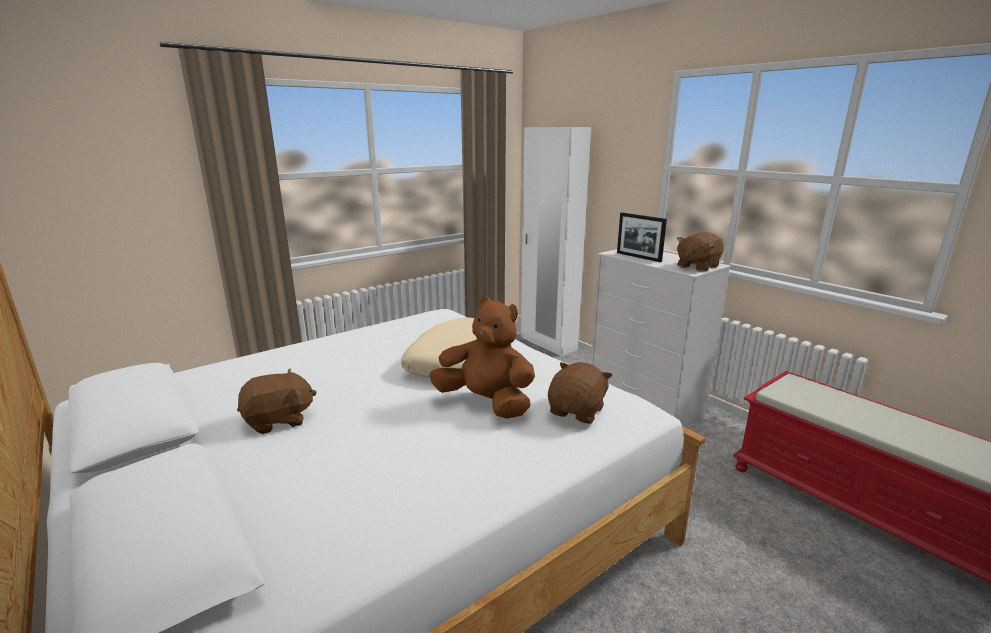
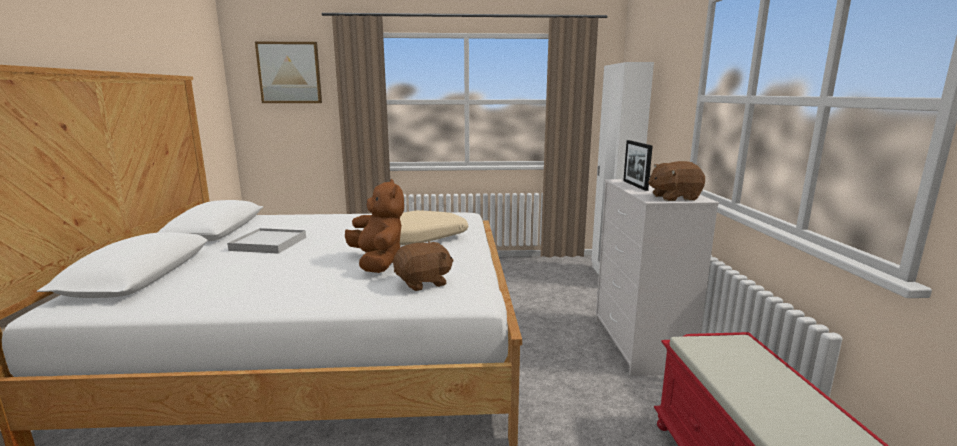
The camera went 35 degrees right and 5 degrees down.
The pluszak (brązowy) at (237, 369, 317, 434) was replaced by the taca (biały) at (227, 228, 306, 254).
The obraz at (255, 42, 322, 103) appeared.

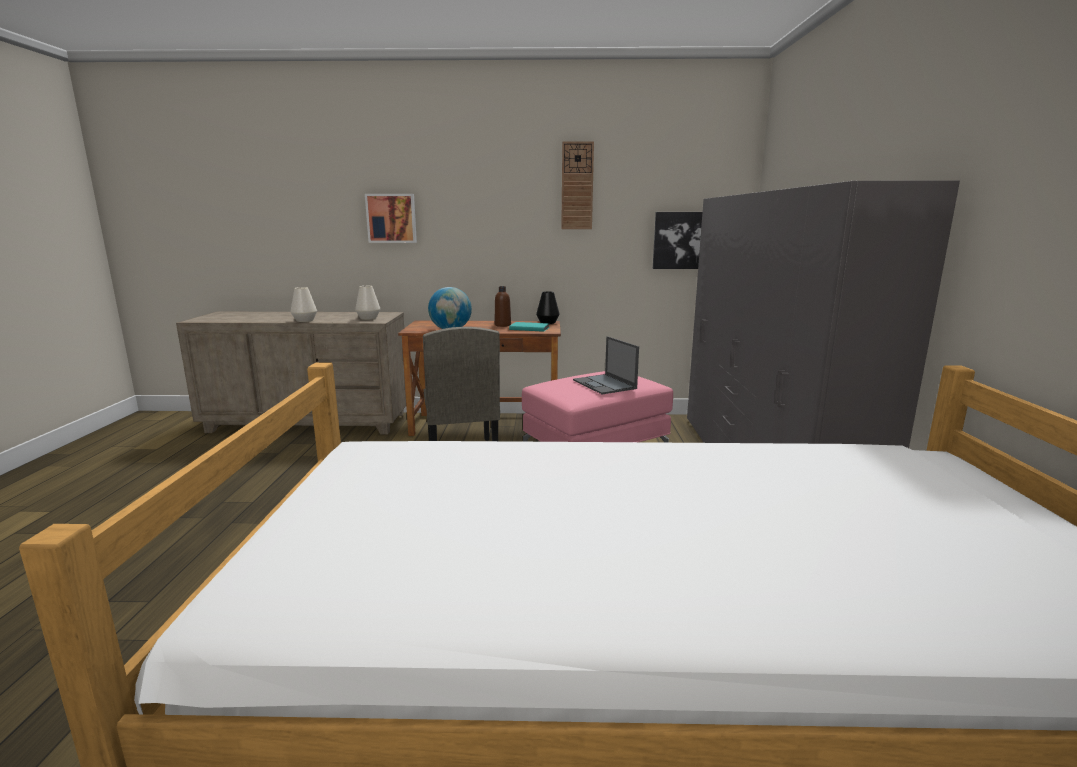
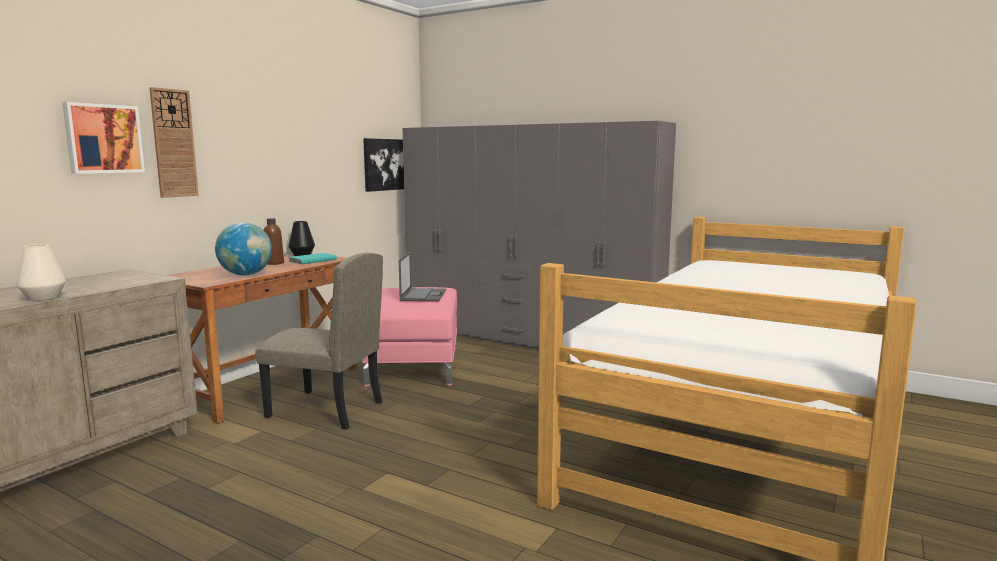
The camera went 60 degrees left and 5 degrees down.
The zegar ścienny moved from (561, 141, 594, 229) to (149, 87, 199, 198).
The wazon (biały) at (355, 286, 380, 320) disappeared.
The laptop at (573, 336, 639, 394) turned 90 degrees counterclockwise.

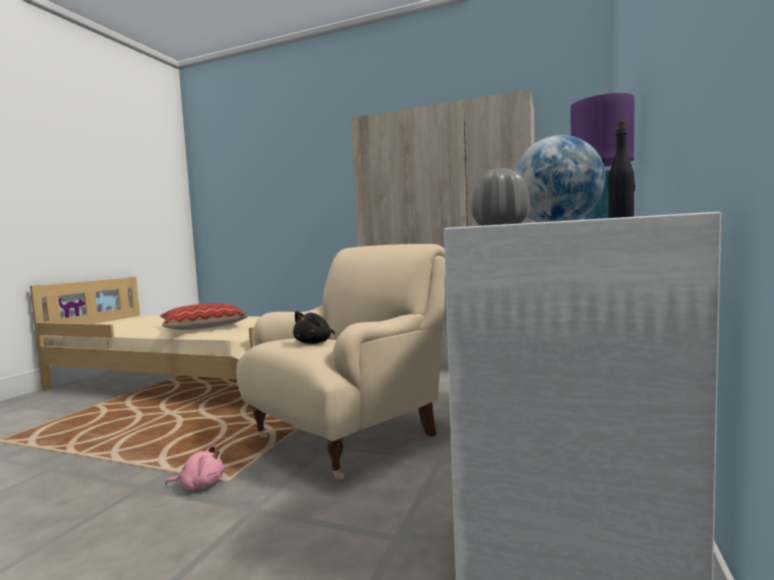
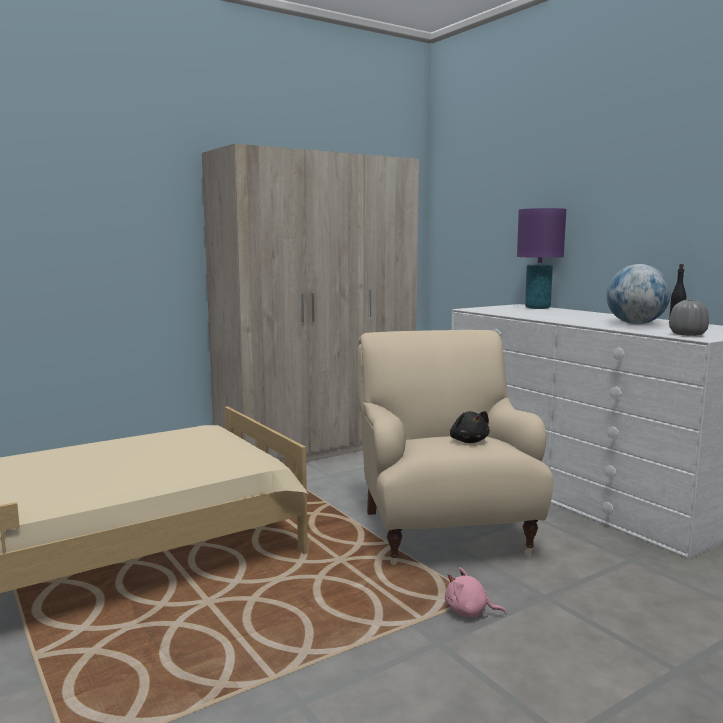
The camera went 55 degrees left and 5 degrees up.
The poduszka at (160, 303, 248, 330) disappeared.
The pluszak (różowy) at (165, 444, 224, 490) turned 105 degrees counterclockwise.

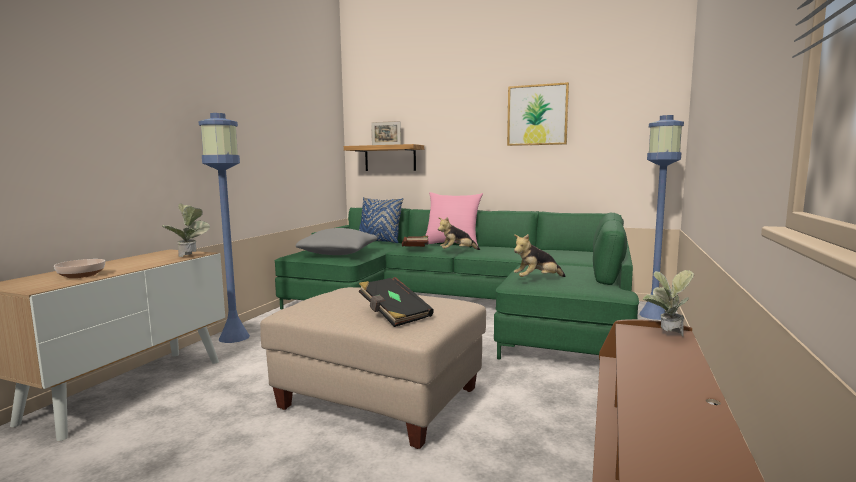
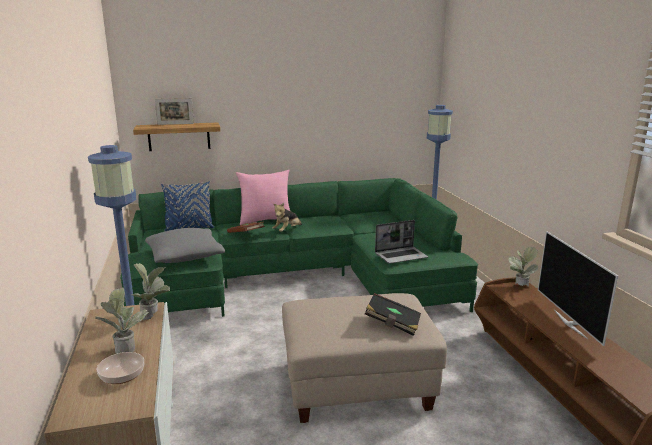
The camera went 35 degrees left and 10 degrees up.
The obraz at (507, 82, 569, 146) disappeared.
The pluszak at (514, 234, 566, 277) was replaced by the laptop at (375, 220, 428, 264).
The telewizor at (538, 231, 618, 346) appeared.
The roślina doniczkowa at (95, 288, 149, 354) appeared.

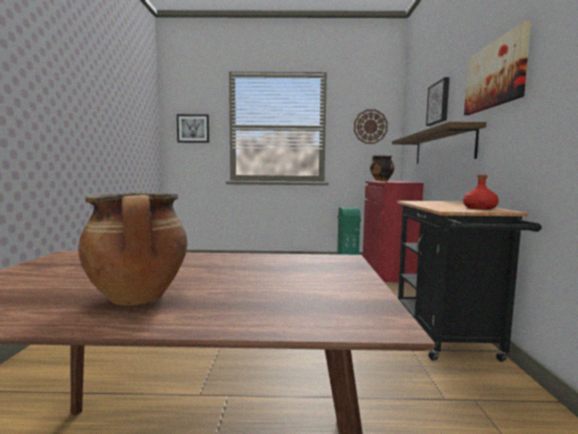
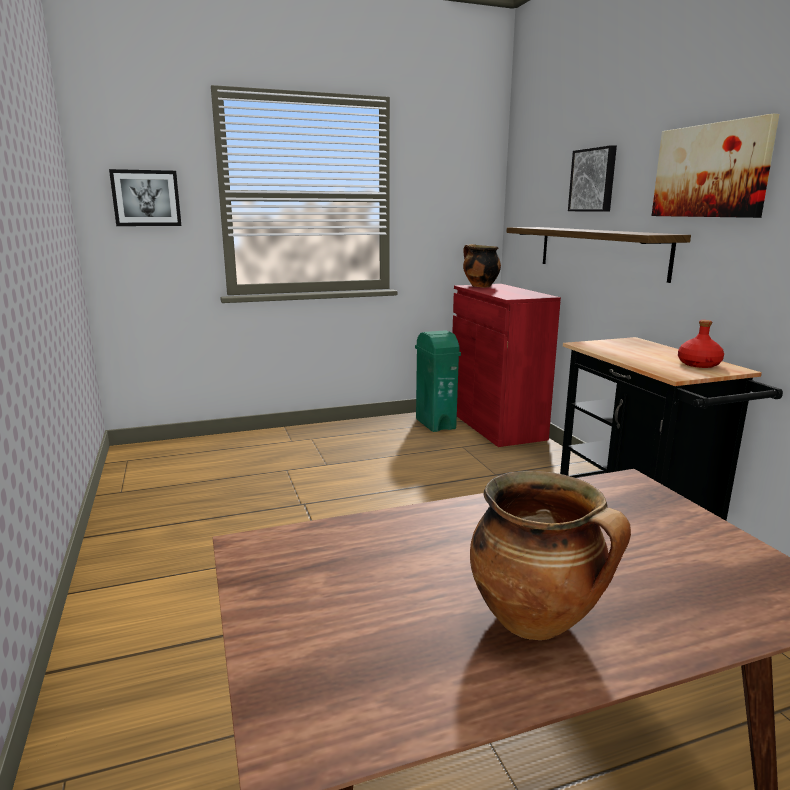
The camera went 20 degrees left and 10 degrees up.
The zegar ścienny at (354, 109, 388, 144) disappeared.

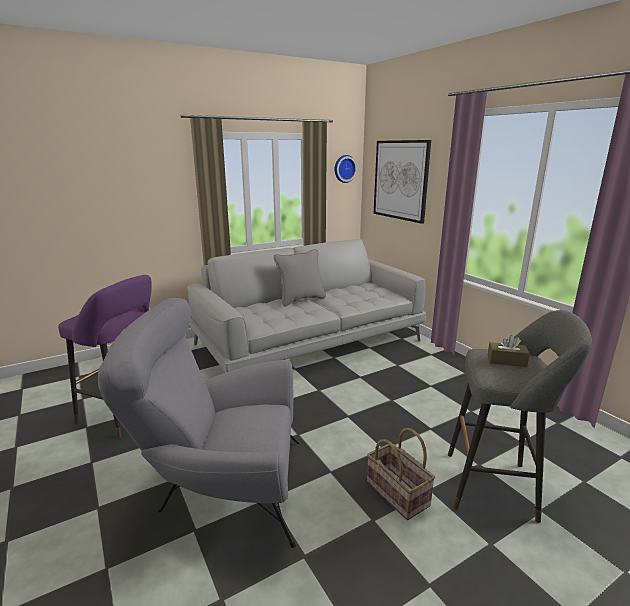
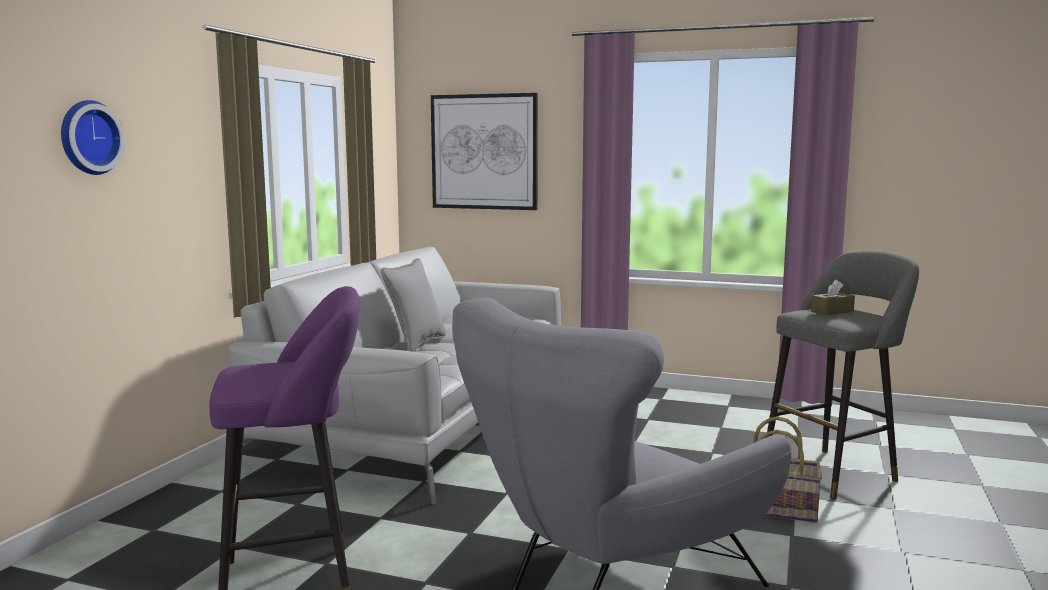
The camera went 40 degrees left and 10 degrees down.
The zegar ścienny moved from (335, 155, 357, 183) to (61, 100, 125, 175).

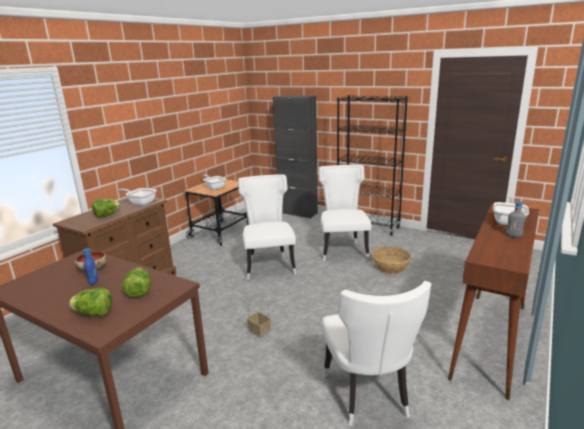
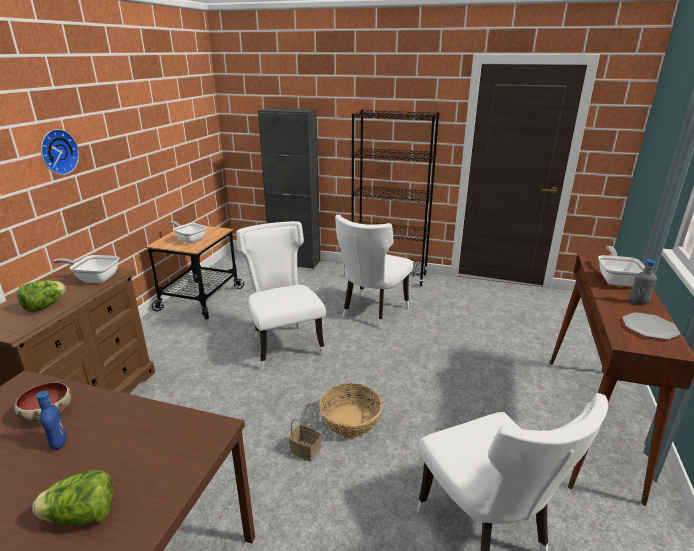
The camera went 15 degrees left and 5 degrees up.
The krzesło (biały) at (319, 165, 371, 261) turned 135 degrees counterclockwise.
The koszyk moved from (372, 247, 411, 274) to (319, 383, 383, 438).
The sałata at (122, 268, 151, 298) disappeared.
The zegar ścienny at (41, 129, 79, 175) appeared.
The talerz at (622, 312, 680, 340) appeared.

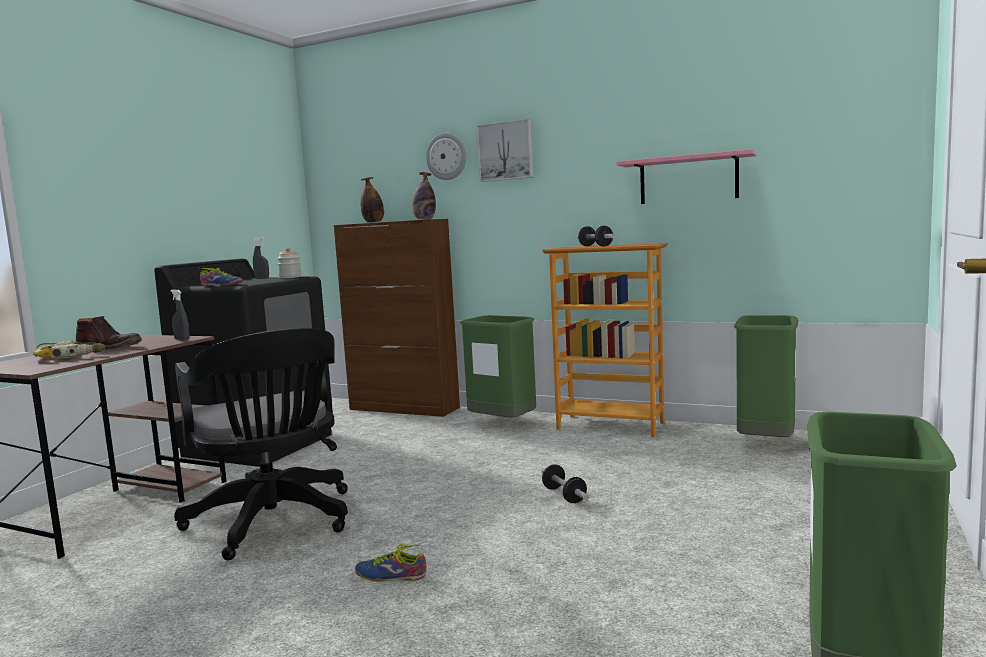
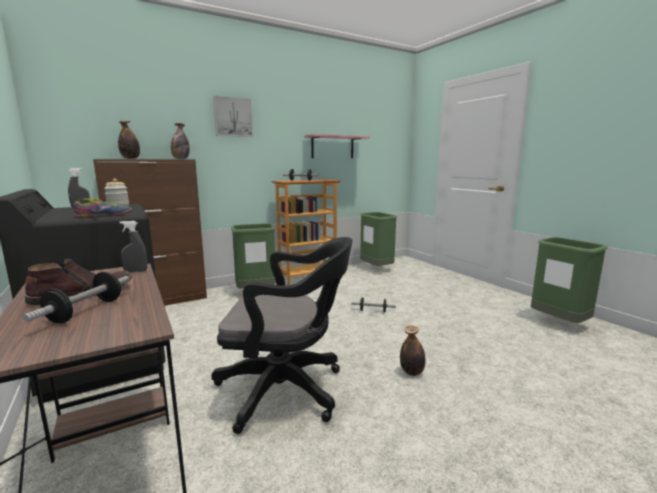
The camera went 55 degrees left and 5 degrees up.
The zegar ścienny at (426, 133, 467, 180) disappeared.
The wiertarka at (33, 340, 106, 359) was replaced by the hantel at (23, 272, 129, 323).
The but at (355, 544, 426, 582) was replaced by the butelka at (400, 326, 426, 376).

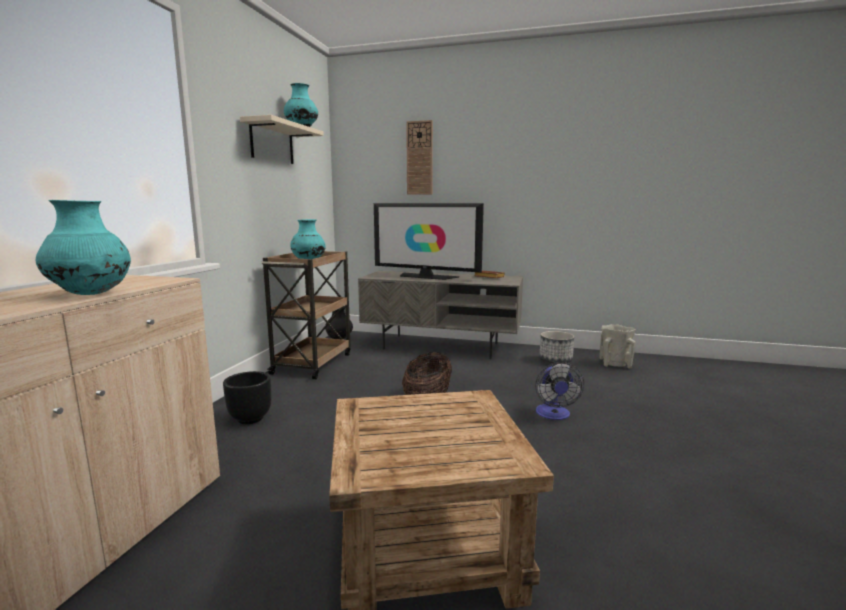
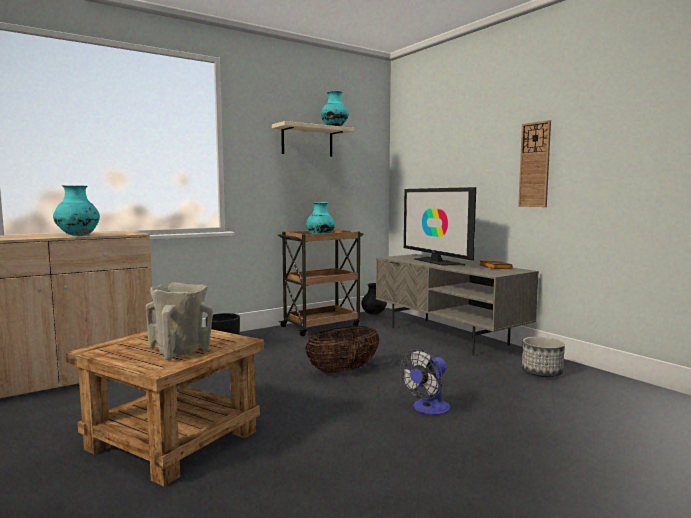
The camera went 40 degrees right and 5 degrees down.
The zegar ścienny moved from (406, 120, 433, 195) to (518, 120, 551, 207).
The wazon (beżowy) moved from (599, 324, 636, 369) to (146, 282, 213, 360).

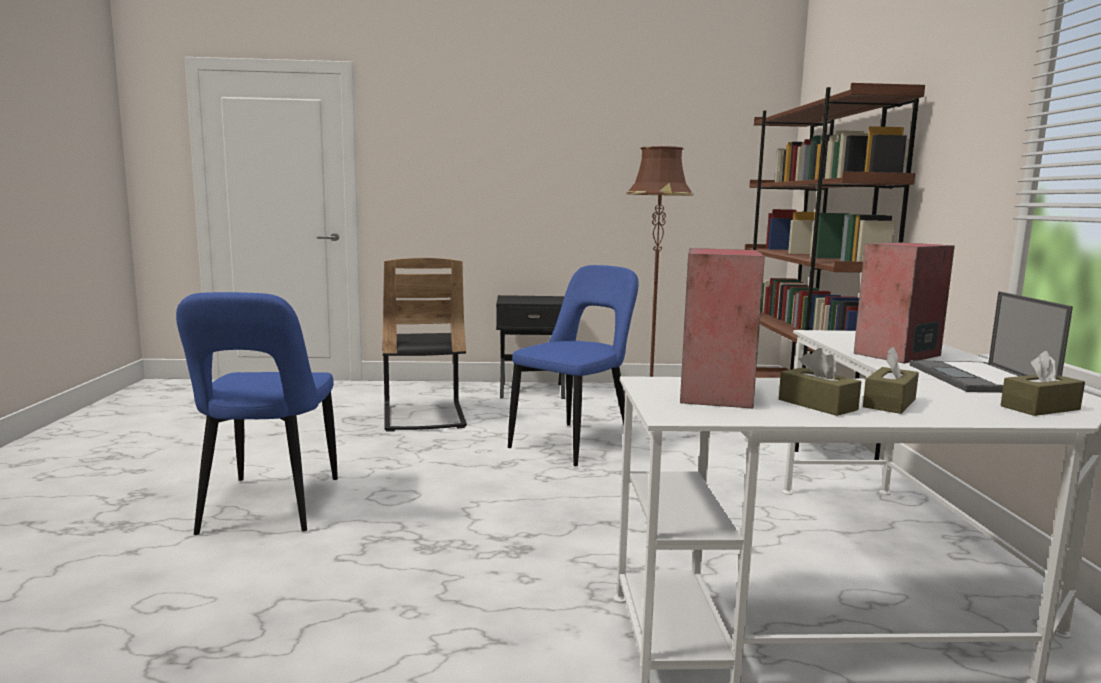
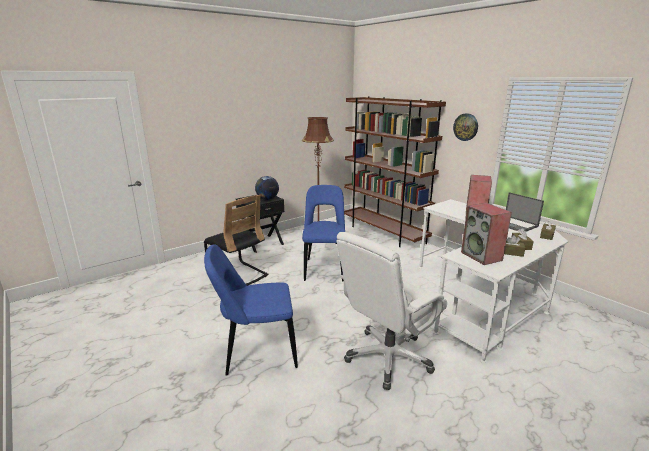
The camera went 35 degrees left and 10 degrees up.
The krzesło (niebieski) at (176, 292, 338, 535) turned 120 degrees clockwise.
The zegar ścienny at (453, 113, 478, 141) appeared.
The globus at (255, 176, 279, 200) appeared.
The krzesło biurowe (biały) at (337, 232, 447, 390) appeared.

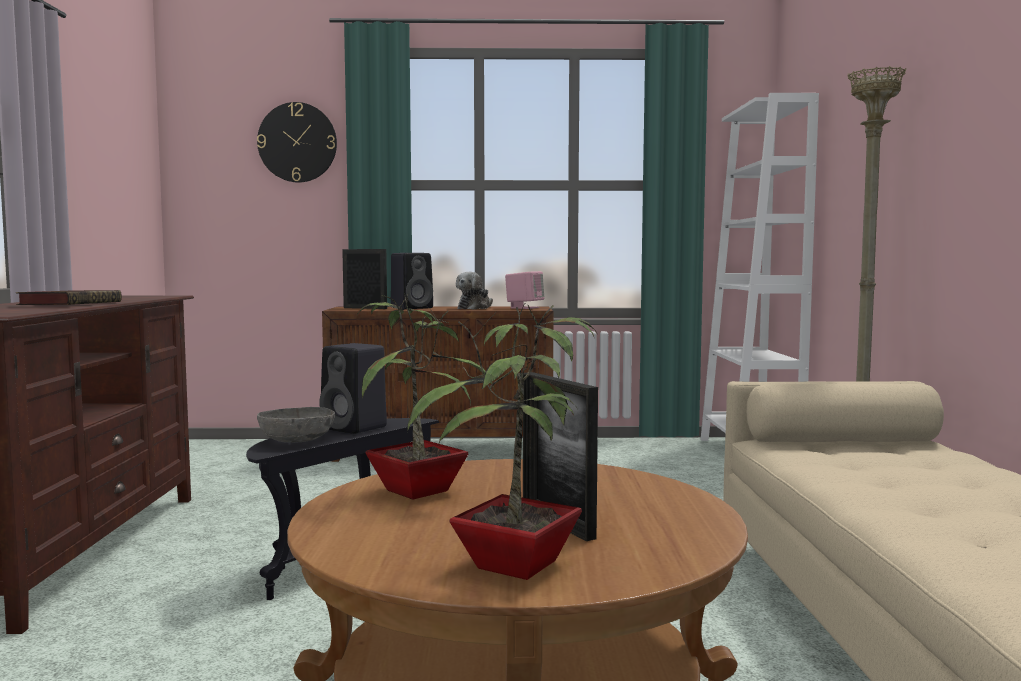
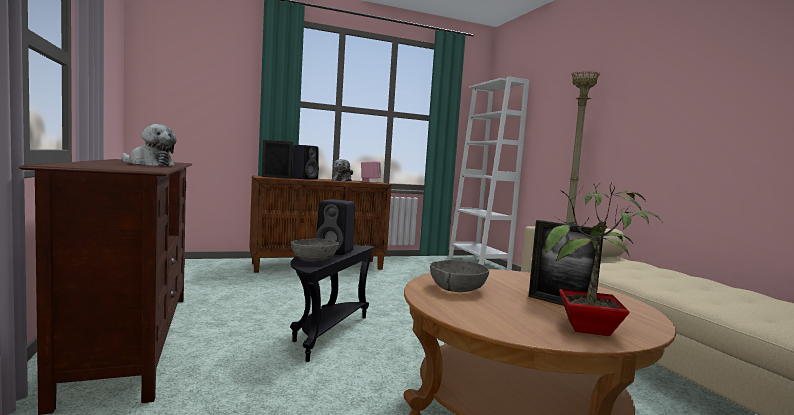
The camera went 20 degrees left and 0 degrees up.
The zegar ścienny at (257, 102, 337, 183) disappeared.
The książka at (16, 290, 122, 305) was replaced by the pluszak at (121, 124, 177, 166).
The roślina doniczkowa at (357, 293, 495, 500) was replaced by the miska (szary) at (430, 260, 489, 292).

